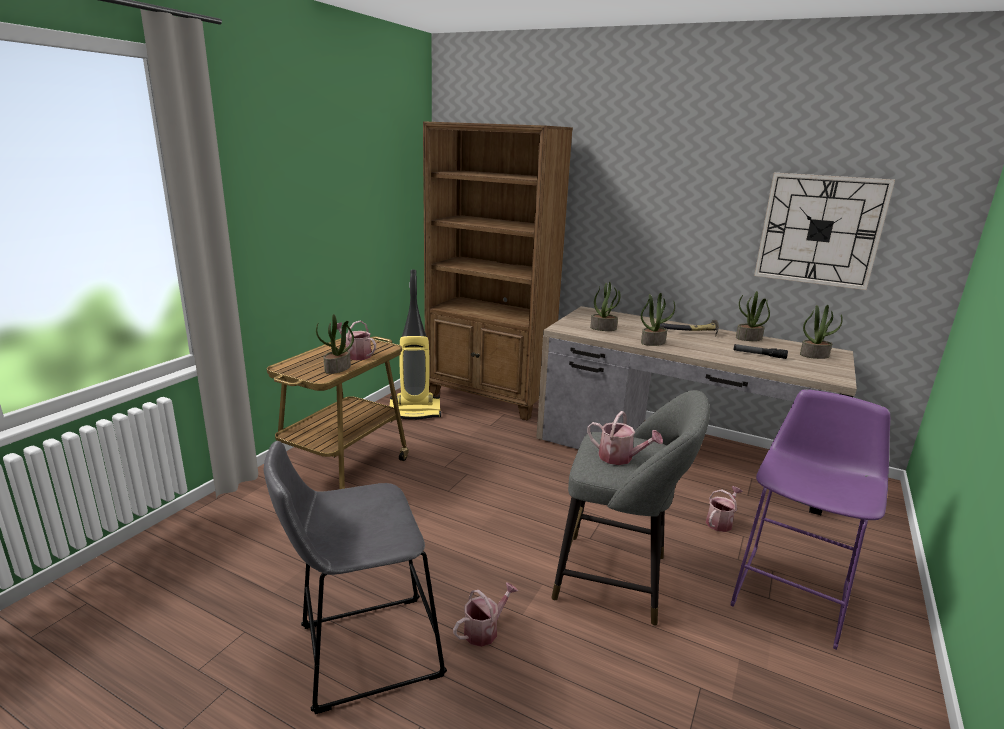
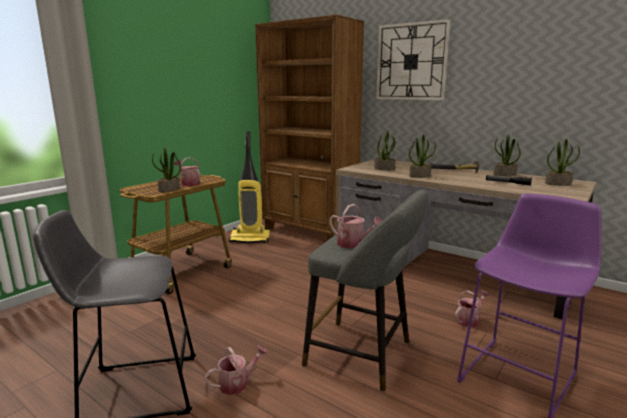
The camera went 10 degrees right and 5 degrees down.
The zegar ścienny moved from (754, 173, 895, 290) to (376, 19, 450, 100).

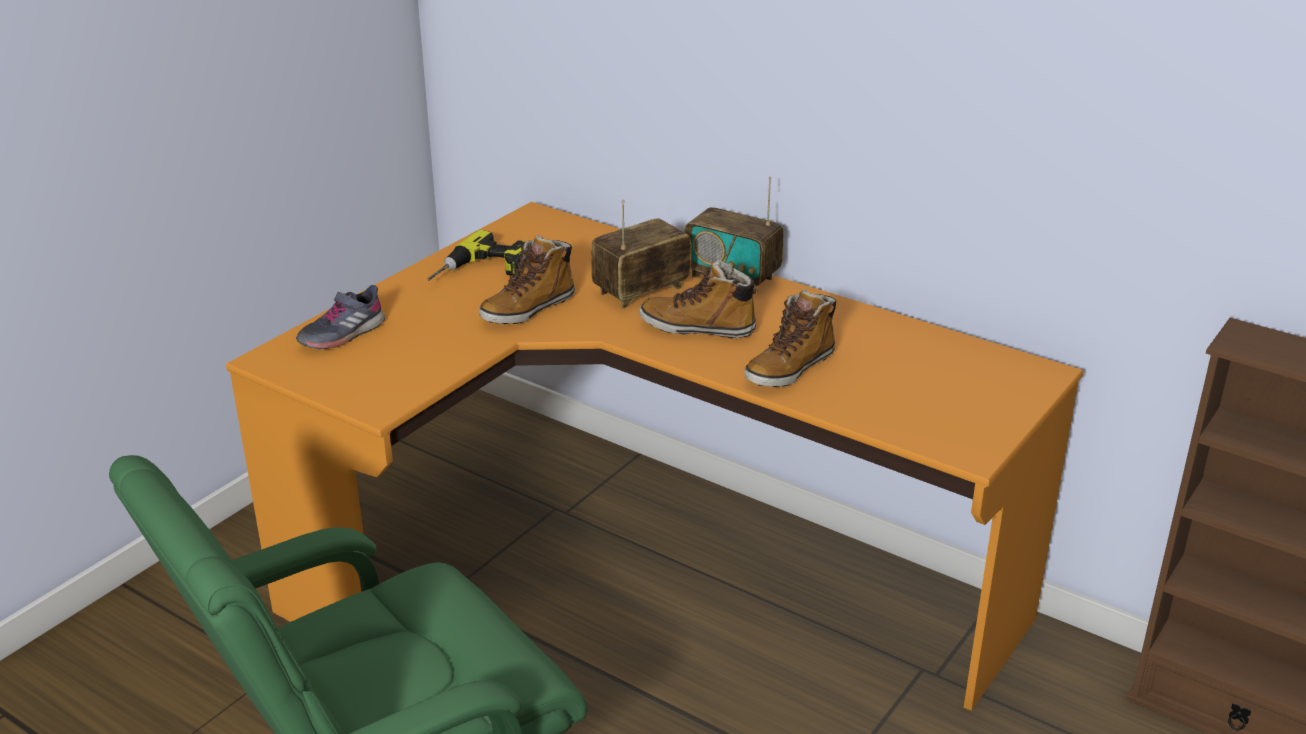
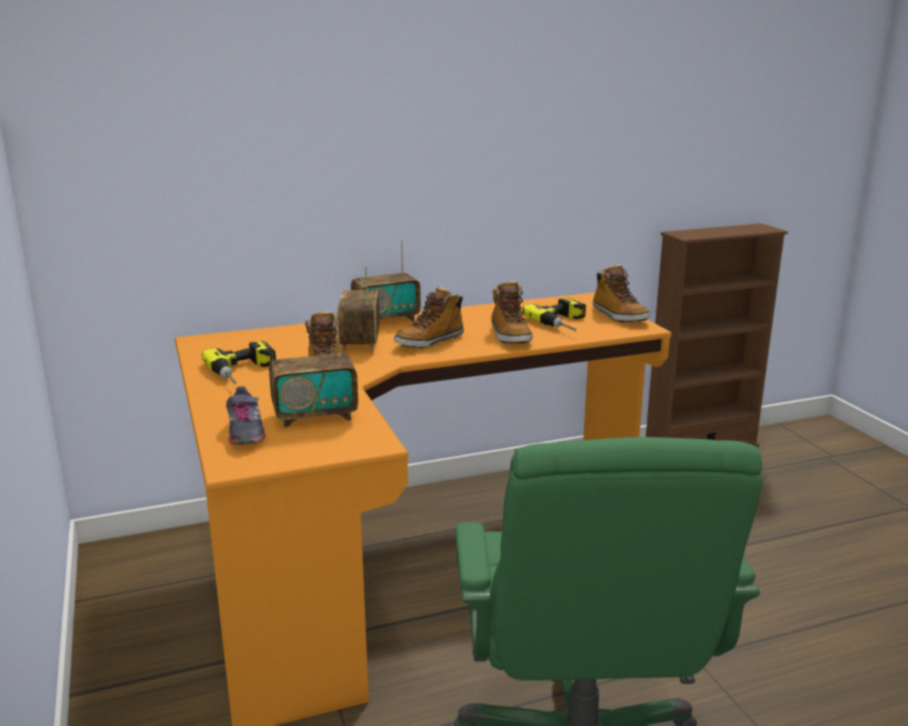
The camera went 55 degrees left and 10 degrees down.
The but z cholewką at (593, 264, 650, 322) appeared.
The wiertarka at (523, 298, 586, 331) appeared.
The radio at (269, 311, 358, 428) appeared.

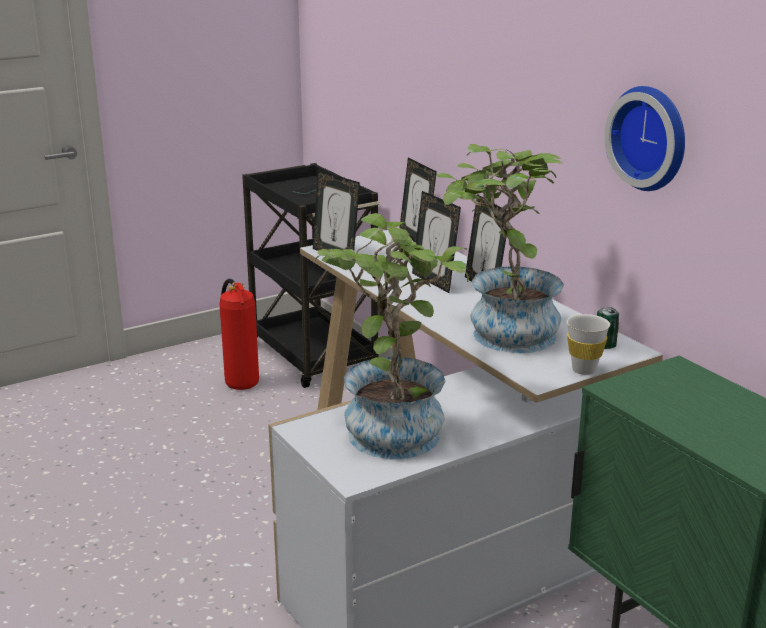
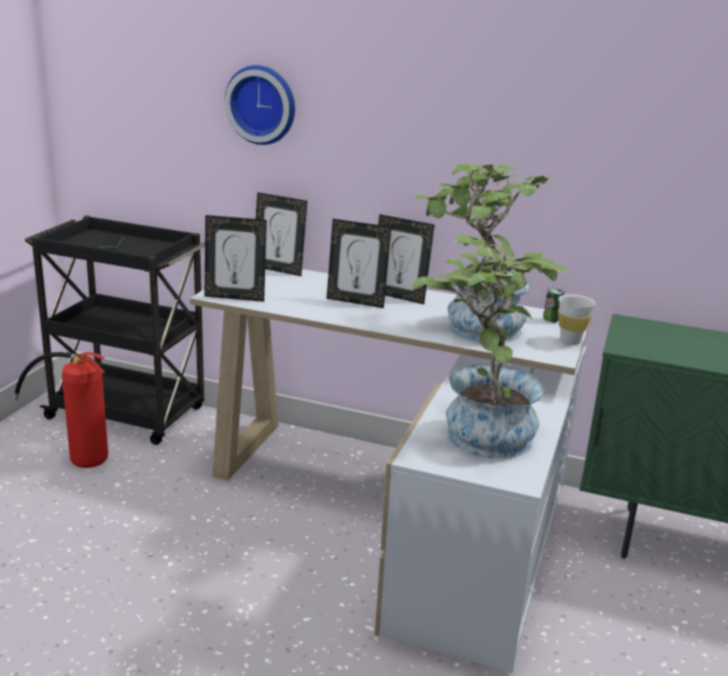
The camera went 40 degrees left and 0 degrees up.
The zegar ścienny moved from (604, 86, 685, 191) to (224, 65, 295, 145).

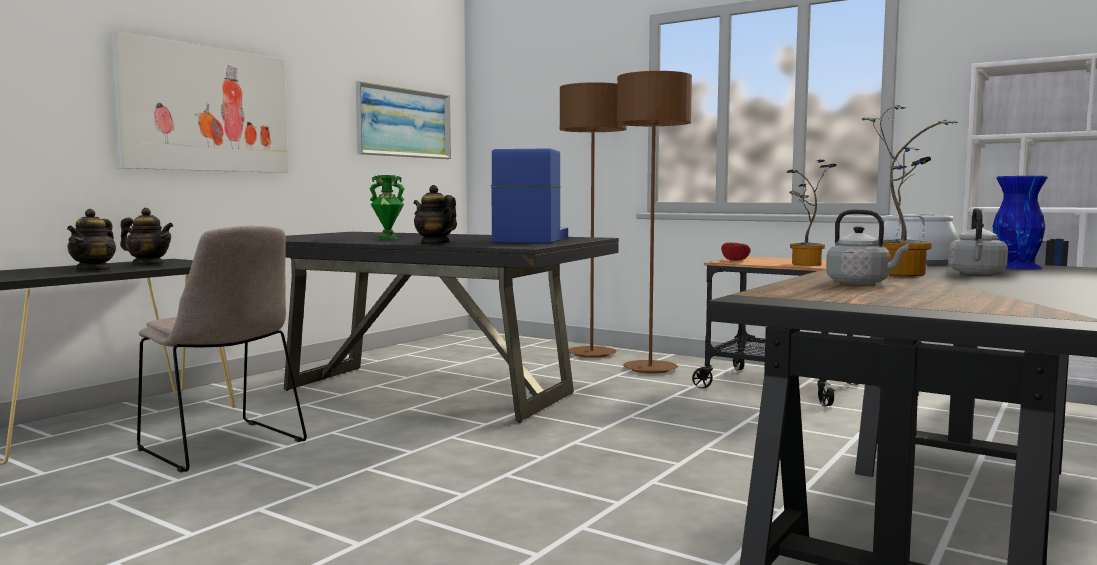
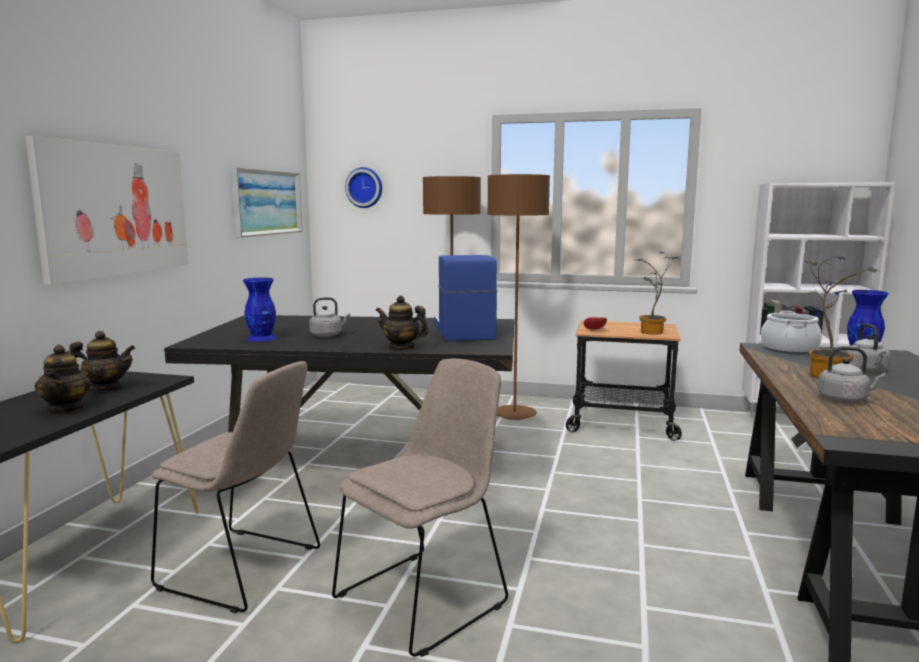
The camera went 20 degrees left and 5 degrees up.
The wazon (zielony) at (370, 175, 405, 239) was replaced by the czajnik (szary) at (309, 297, 350, 337).
The zegar ścienny at (345, 167, 382, 208) appeared.
The wazon (niebieski) at (243, 278, 277, 342) appeared.
The krzesło (beżowy) at (332, 358, 508, 657) appeared.

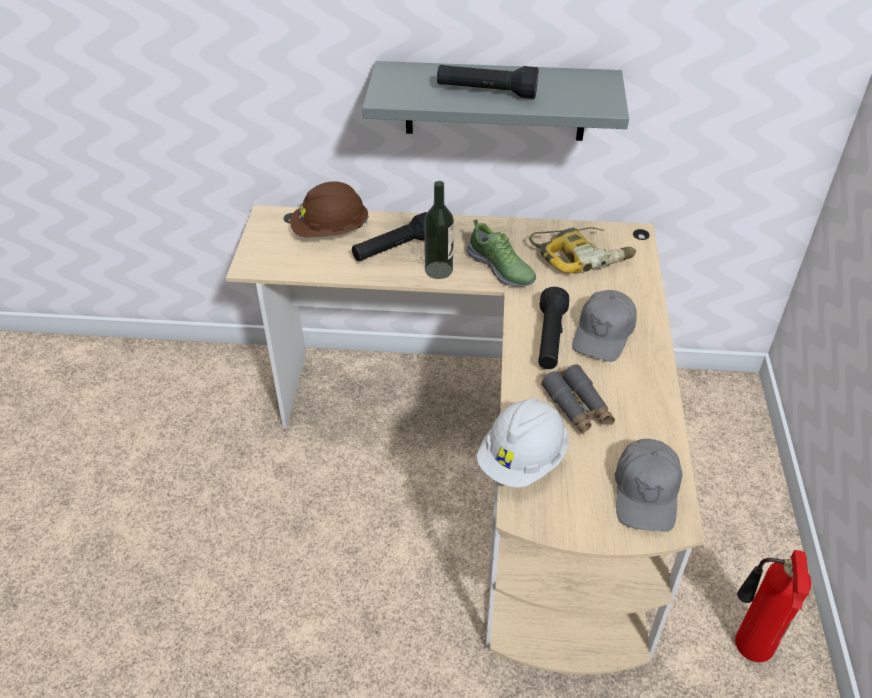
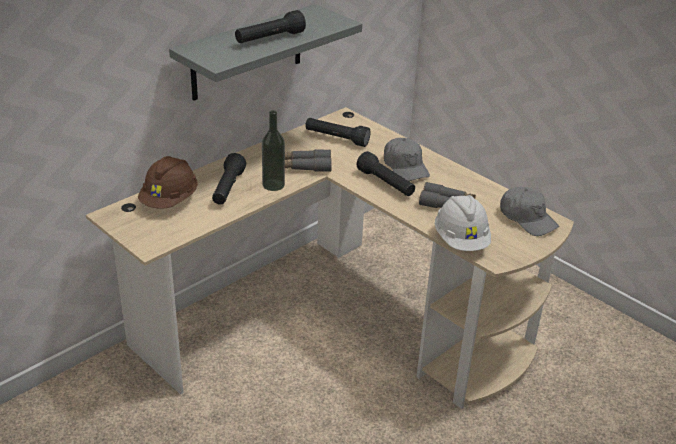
The camera went 50 degrees left and 10 degrees down.
The but at (467, 219, 536, 287) was replaced by the lornetka (szary) at (285, 150, 332, 172).
The wiertarka at (529, 227, 636, 274) was replaced by the latarka (czarny) at (305, 118, 371, 147).
The gaśnica at (735, 550, 811, 662) disappeared.

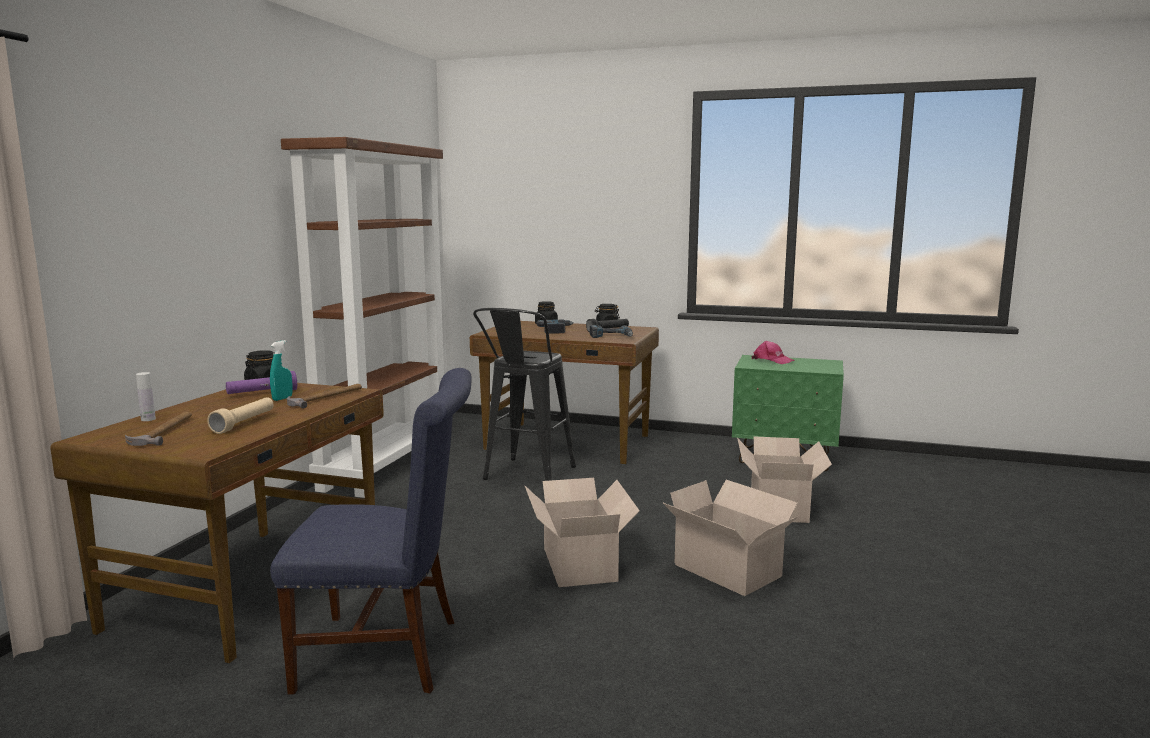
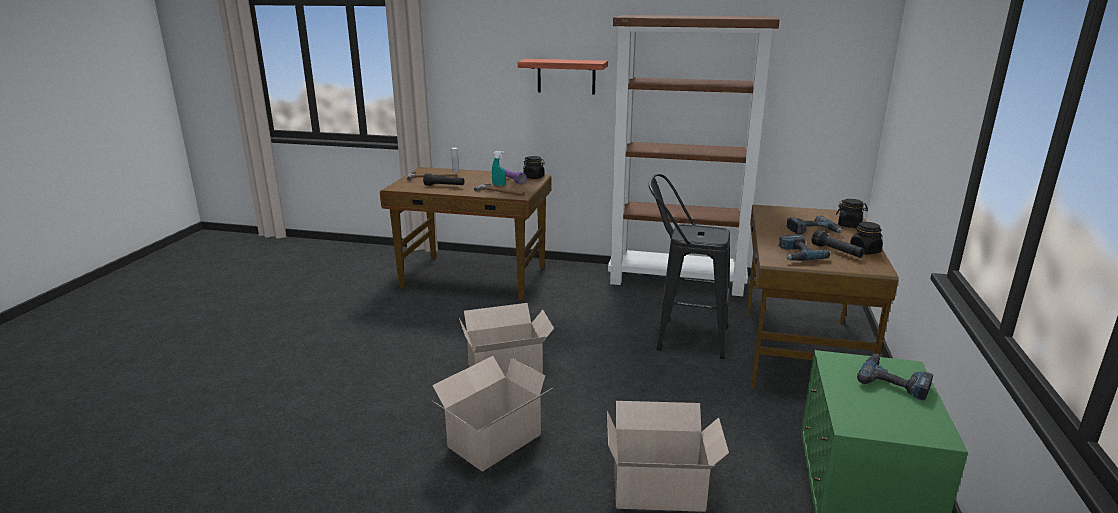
The camera went 85 degrees right and 10 degrees up.
The czapka z daszkiem (różowy) at (752, 341, 795, 364) was replaced by the wiertarka at (857, 354, 933, 400).
The krzesło (niebieski) at (270, 368, 471, 694) disappeared.
The latarka (beżowy) at (207, 397, 274, 434) became the latarka (czarny) at (423, 173, 464, 186).
The półka at (518, 59, 608, 95) appeared.

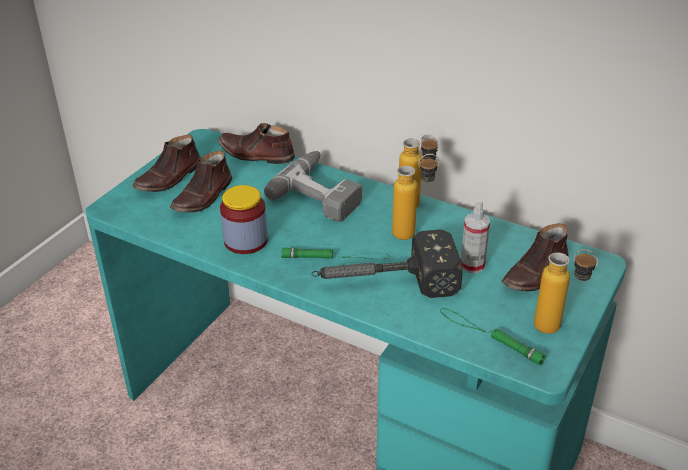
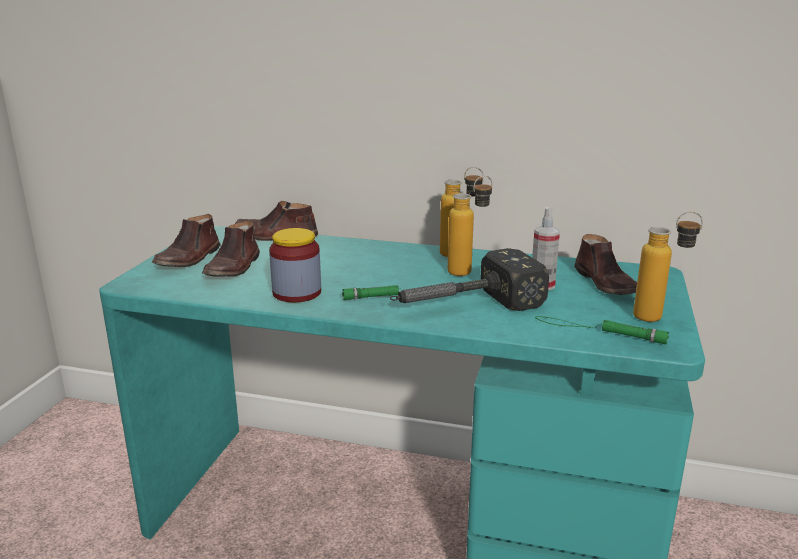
The camera went 15 degrees left and 15 degrees down.
The wiertarka at (264, 151, 362, 222) disappeared.
The but (brązowy) at (502, 223, 568, 292) turned 45 degrees counterclockwise.

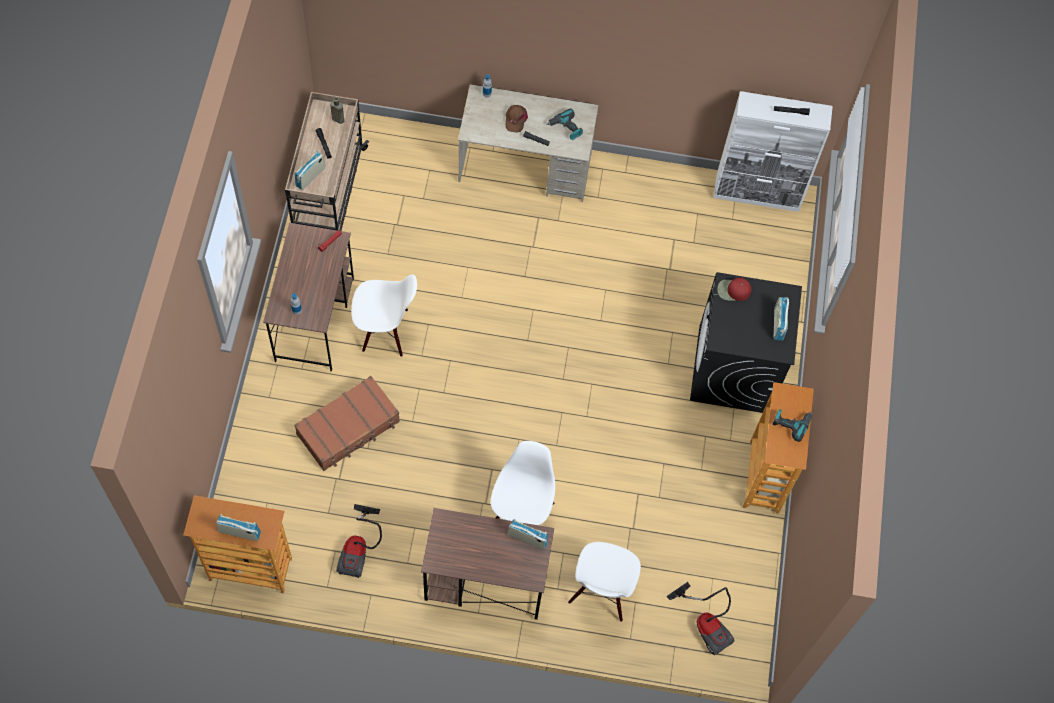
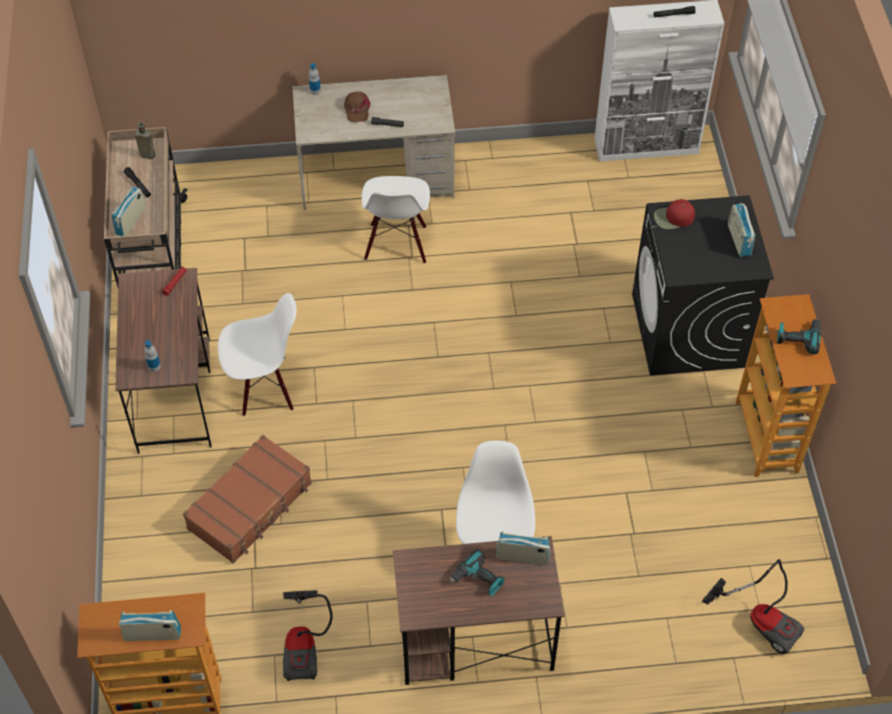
The camera went 10 degrees left and 10 degrees down.
The wiertarka moved from (546, 108, 583, 140) to (449, 549, 504, 596).
The krzesło (biały) moved from (568, 542, 641, 622) to (362, 176, 430, 264).

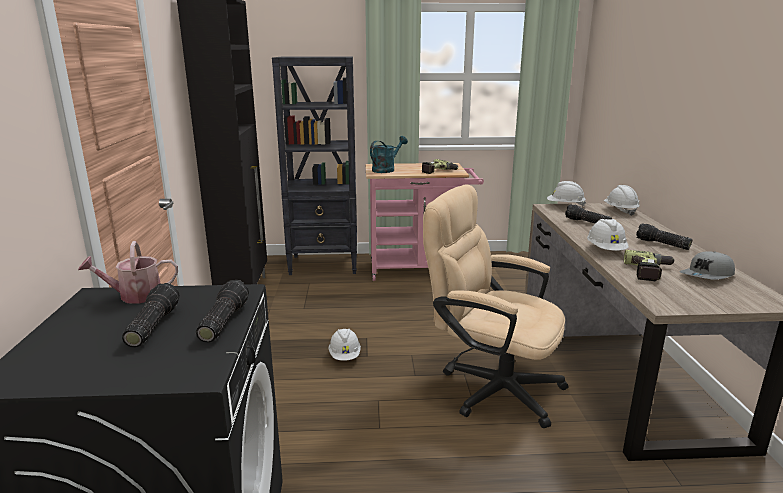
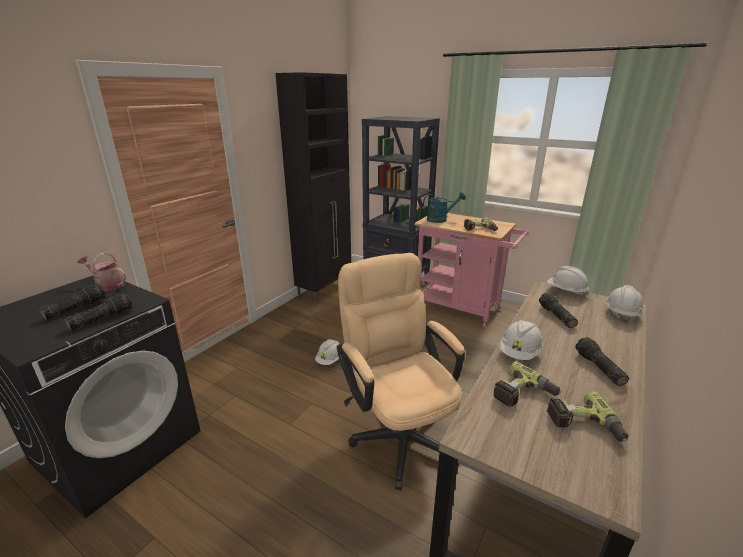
The camera went 35 degrees right and 5 degrees up.
The czapka z daszkiem (szary) at (680, 251, 735, 280) was replaced by the wiertarka at (547, 392, 628, 442).

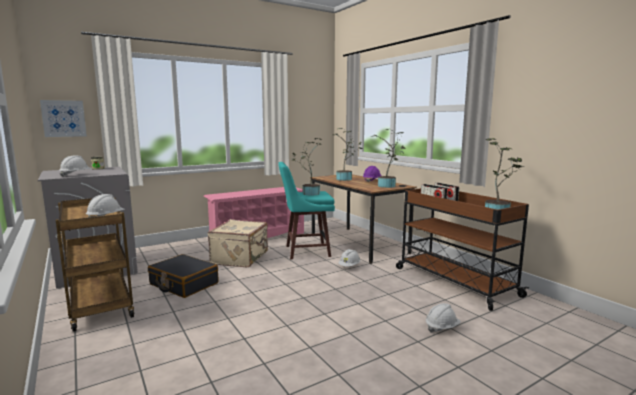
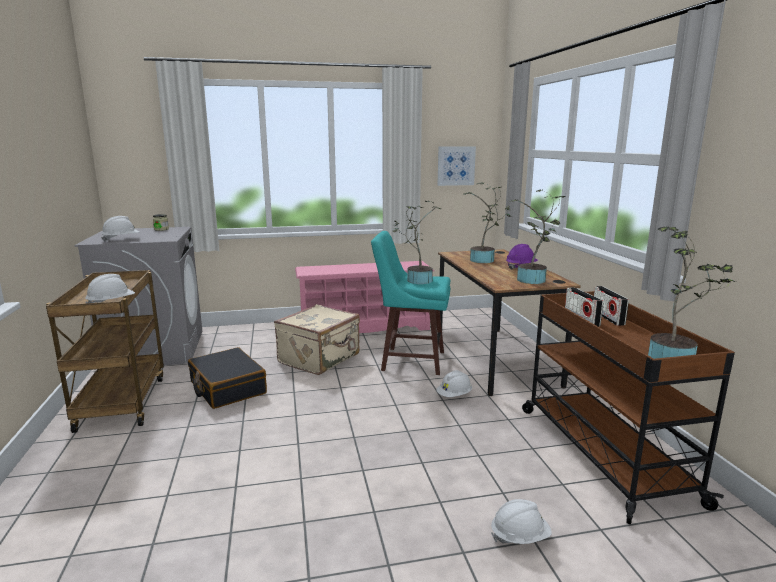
The camera went 20 degrees right and 5 degrees up.
The obraz moved from (40, 100, 87, 137) to (437, 146, 476, 186).

